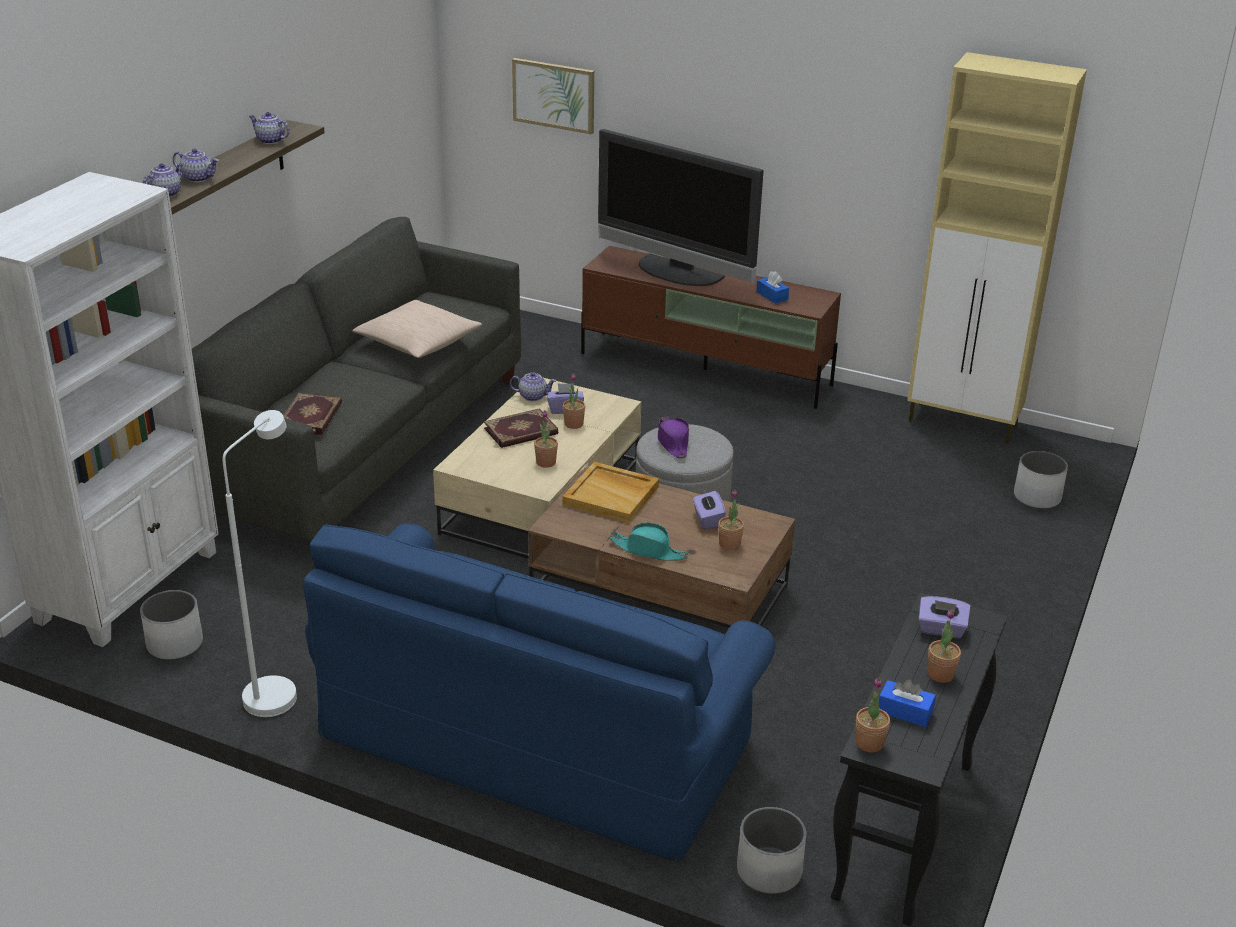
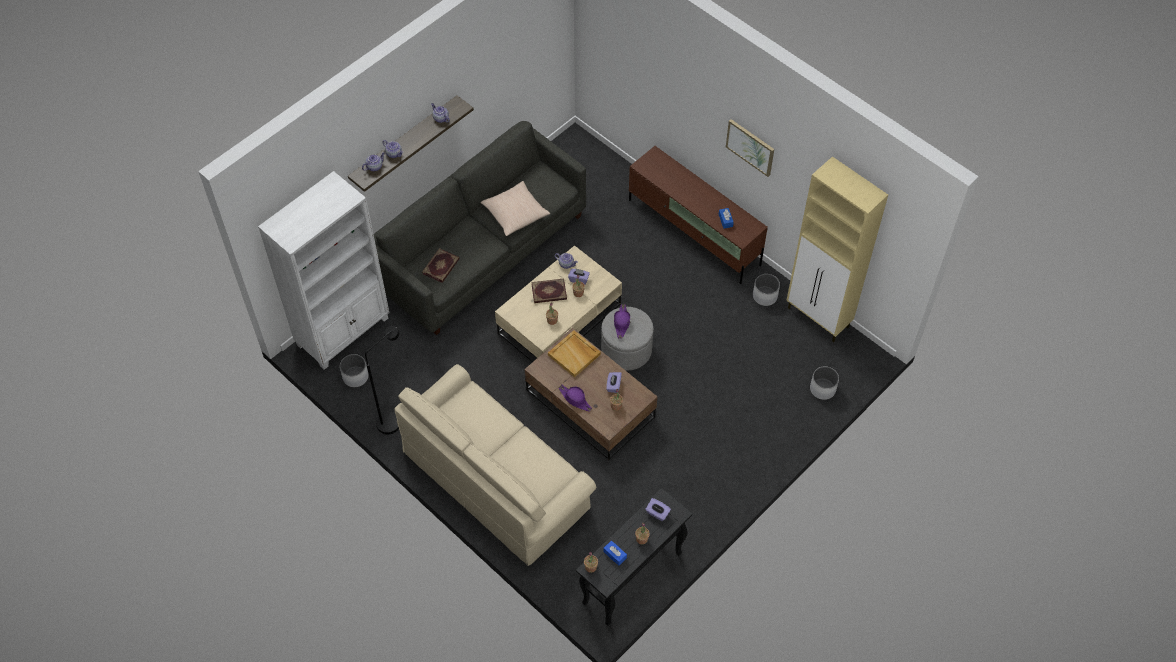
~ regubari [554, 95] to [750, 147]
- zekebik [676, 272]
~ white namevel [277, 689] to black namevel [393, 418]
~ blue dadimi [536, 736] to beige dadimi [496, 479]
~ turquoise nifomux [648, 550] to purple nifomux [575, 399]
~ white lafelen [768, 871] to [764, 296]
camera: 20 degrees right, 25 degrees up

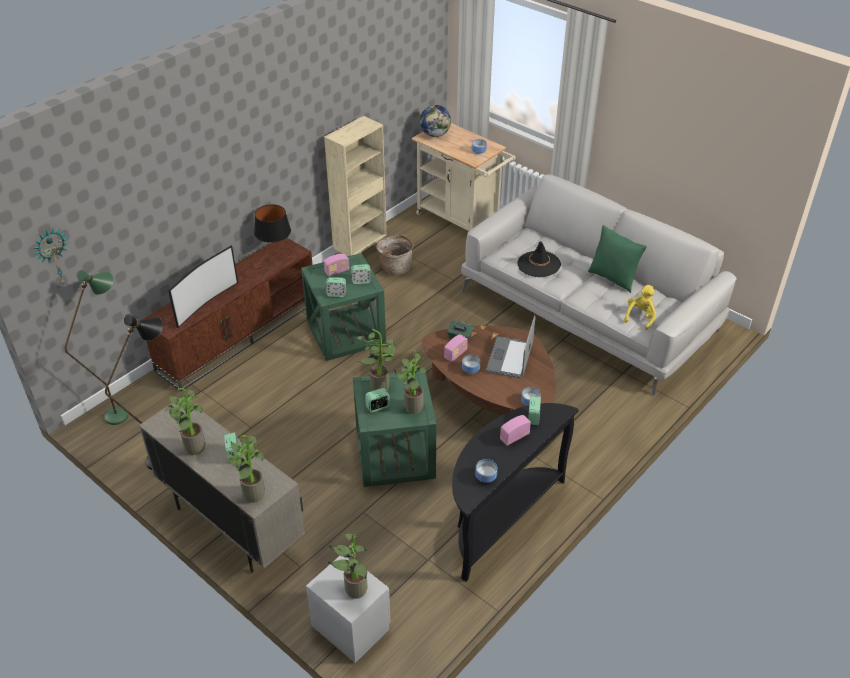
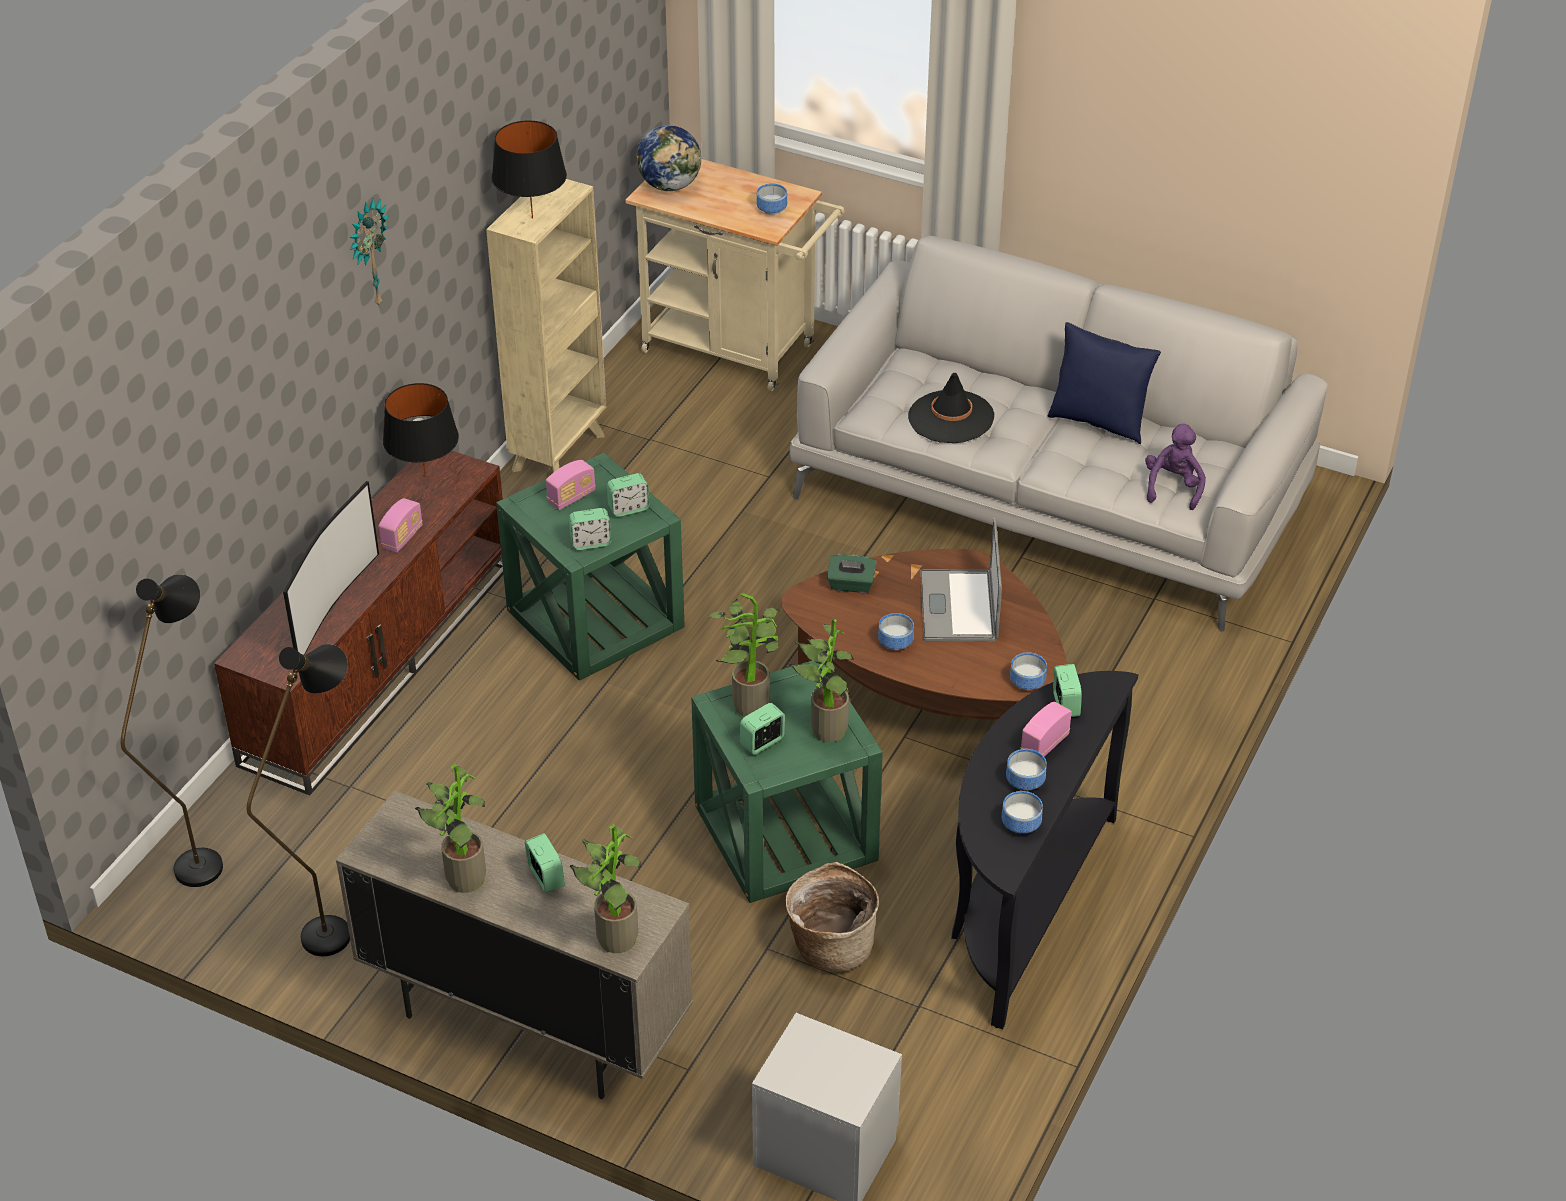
~ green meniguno [613, 278] to blue meniguno [1098, 421]
~ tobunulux [53, 257] to [367, 254]
~ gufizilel [395, 267] to [831, 945]
~ green namevel [123, 411] to black namevel [208, 856]
~ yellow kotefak [640, 317] to purple kotefak [1173, 487]
~ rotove [455, 354] to [402, 538]
- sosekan [352, 590]
+ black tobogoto [532, 218]
+ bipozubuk [1023, 782]
camera: 15 degrees left, 0 degrees up

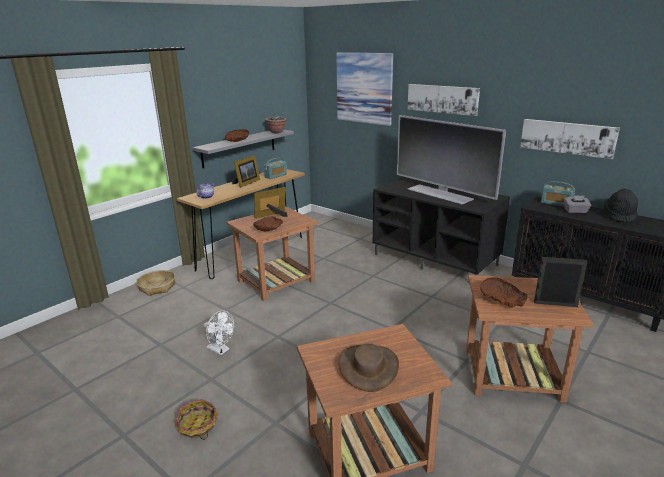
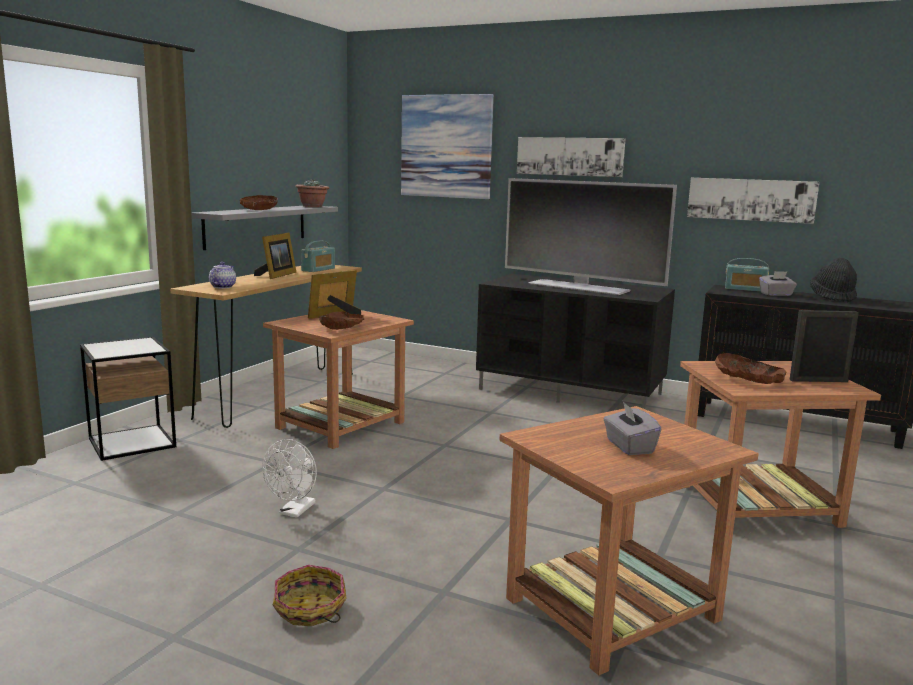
~ gufizilel [157, 287] to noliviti [132, 442]
~ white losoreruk [220, 350] = [294, 512] 90 degrees clockwise
~ brown nifomux [368, 367] to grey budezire [629, 447]
camera: 15 degrees left, 10 degrees down

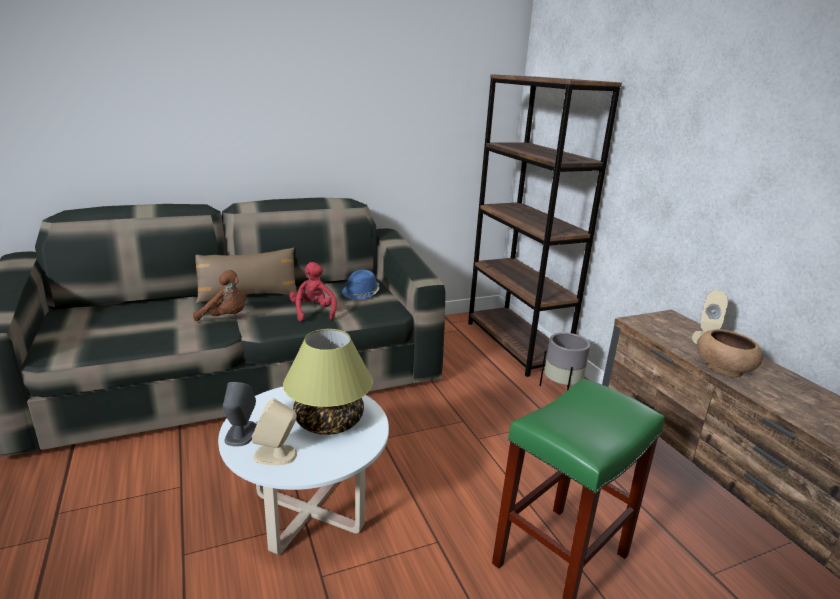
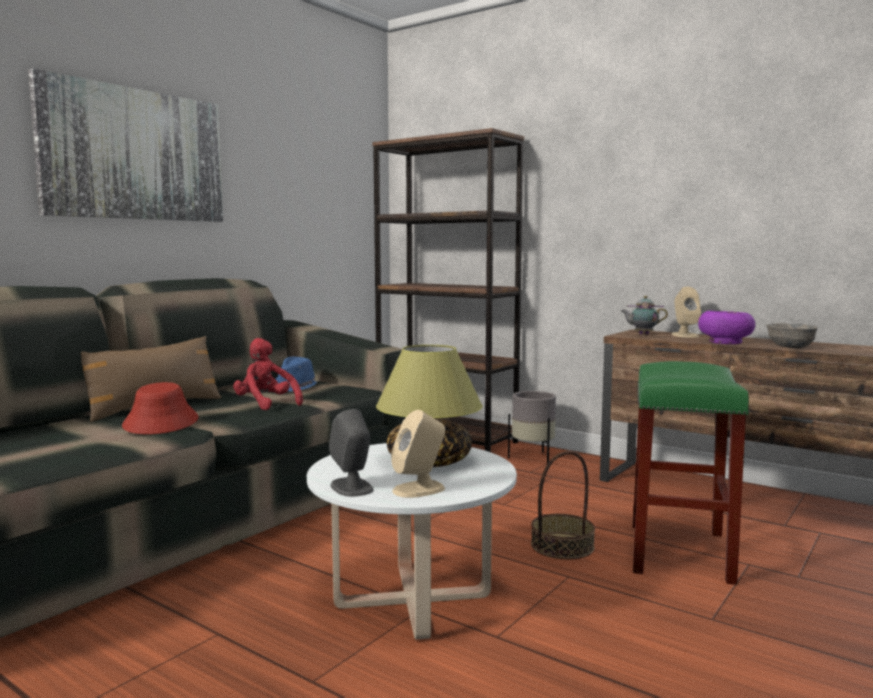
~ brown kotefak [226, 317] to red nifomux [161, 423]
~ brown bipozubuk [723, 369] to purple bipozubuk [725, 342]
+ regubari [135, 155]
+ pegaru [642, 334]
+ grey bipozubuk [790, 347]
+ gufizilel [562, 546]
camera: 30 degrees left, 15 degrees down

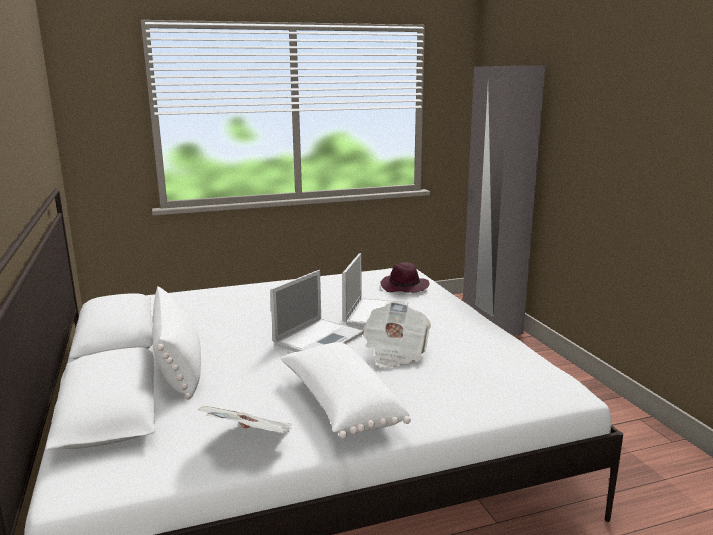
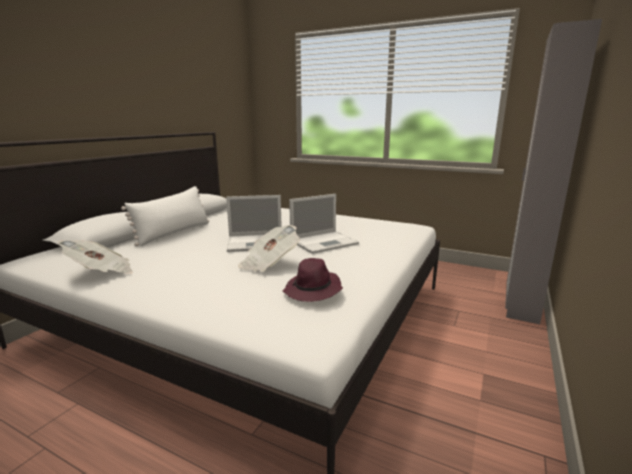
~ purple nifomux [405, 287] to [313, 290]
- white meniguno [339, 405]
camera: 45 degrees right, 0 degrees up

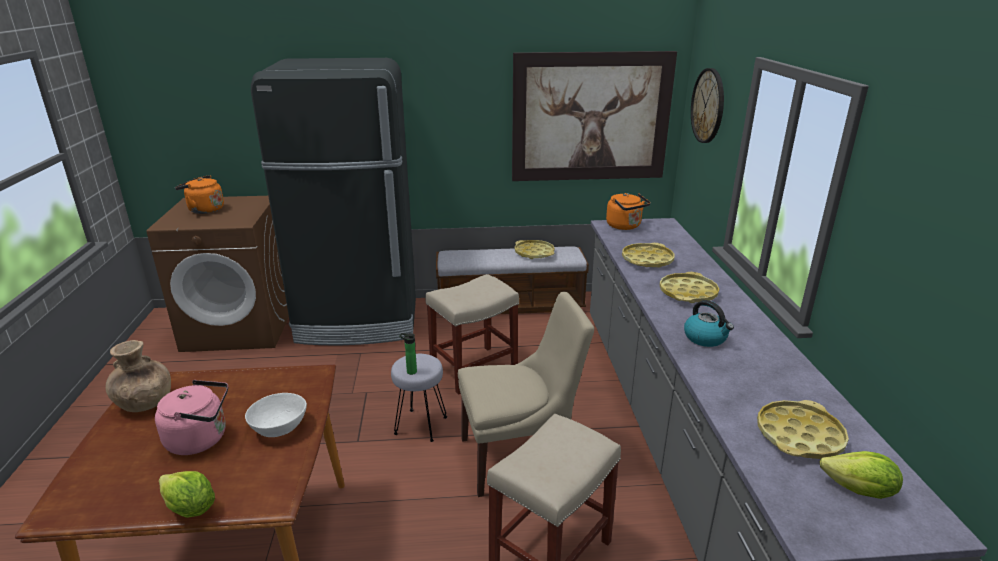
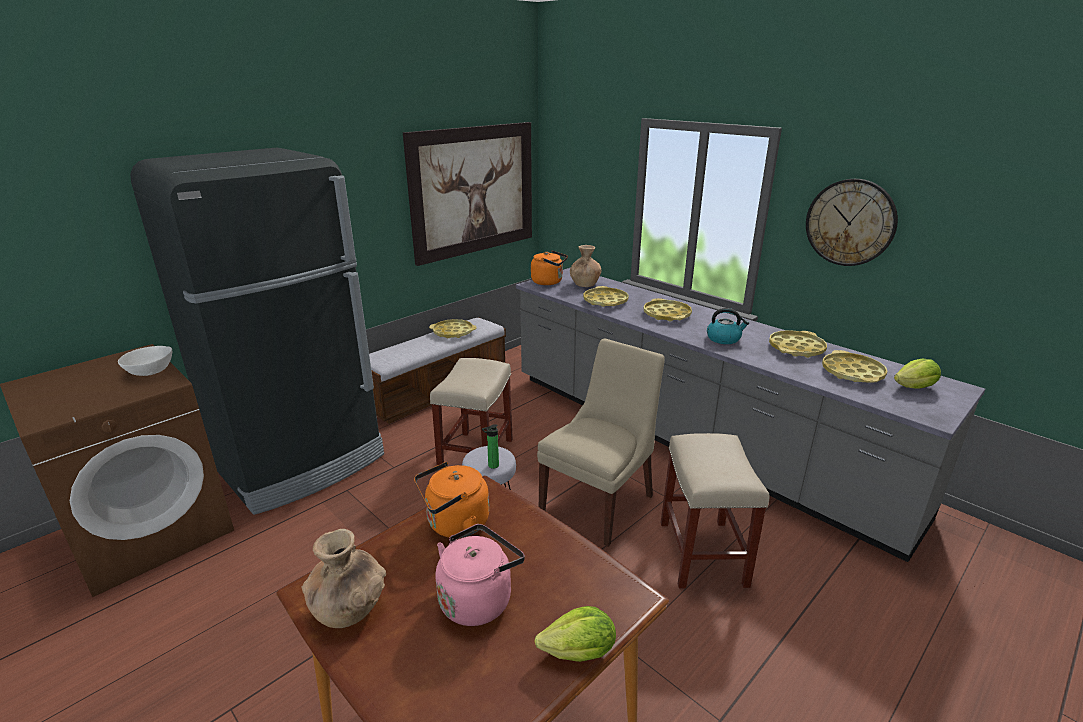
~ tobunulux [708, 106] to [850, 222]
~ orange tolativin [204, 210] to [454, 524]
~ white bipozubuk [279, 427] to [150, 371]
+ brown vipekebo [585, 284]
+ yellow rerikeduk [796, 348]
camera: 40 degrees left, 0 degrees up

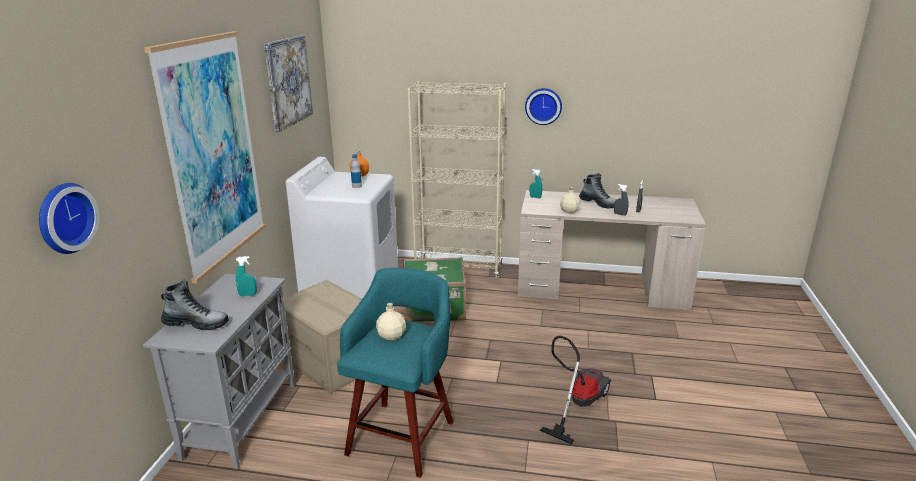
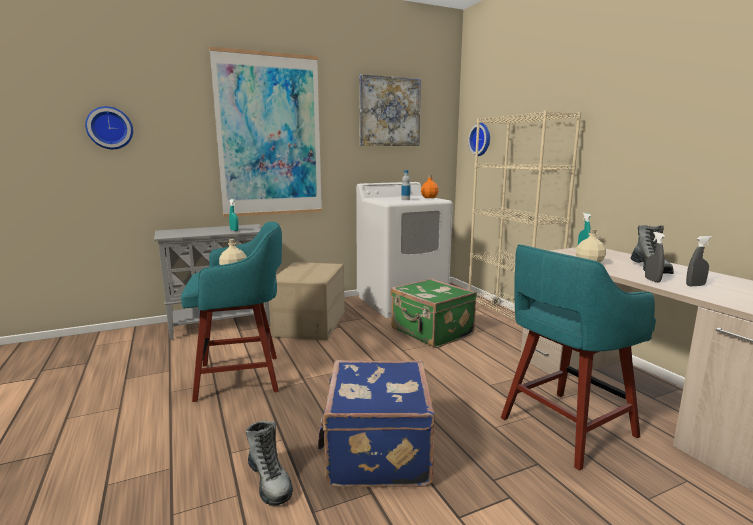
~ tobunulux [543, 106] to [481, 139]
~ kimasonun [196, 324] to [269, 481]
~ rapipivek [577, 403] to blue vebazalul [376, 452]
+ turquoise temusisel [564, 428]
camera: 55 degrees right, 10 degrees down

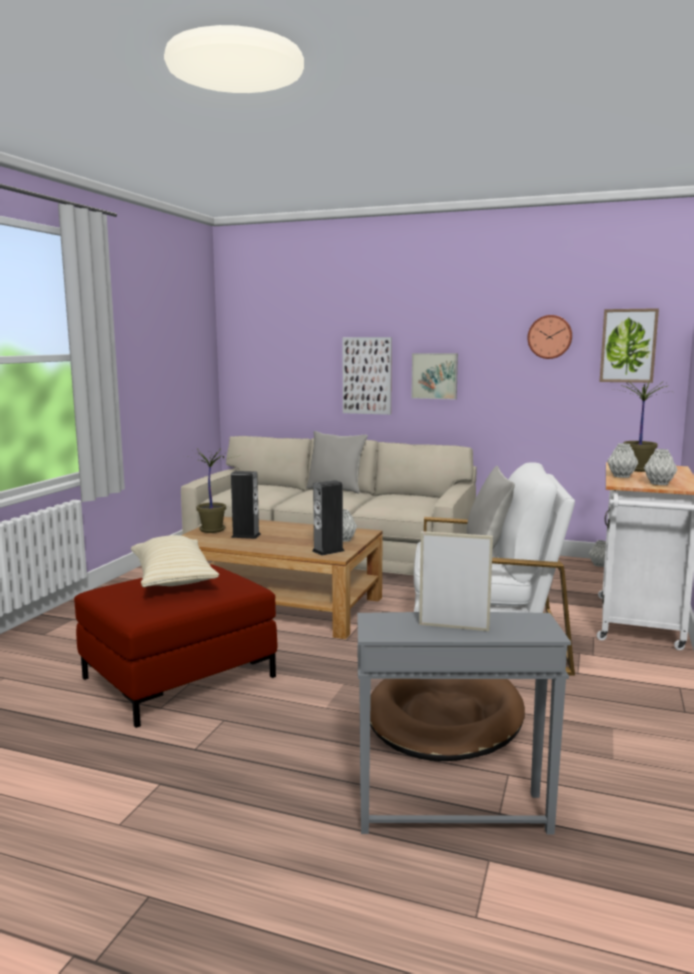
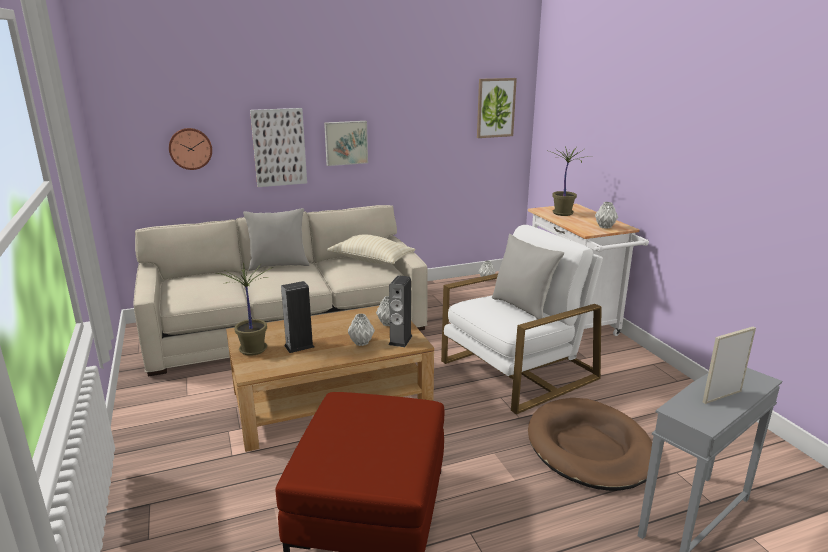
~ tobunulux [549, 337] to [190, 148]
~ grey vipekebo [621, 476] to [361, 342]
~ beige meniguno [173, 579] to [371, 260]
camera: 40 degrees left, 10 degrees up

